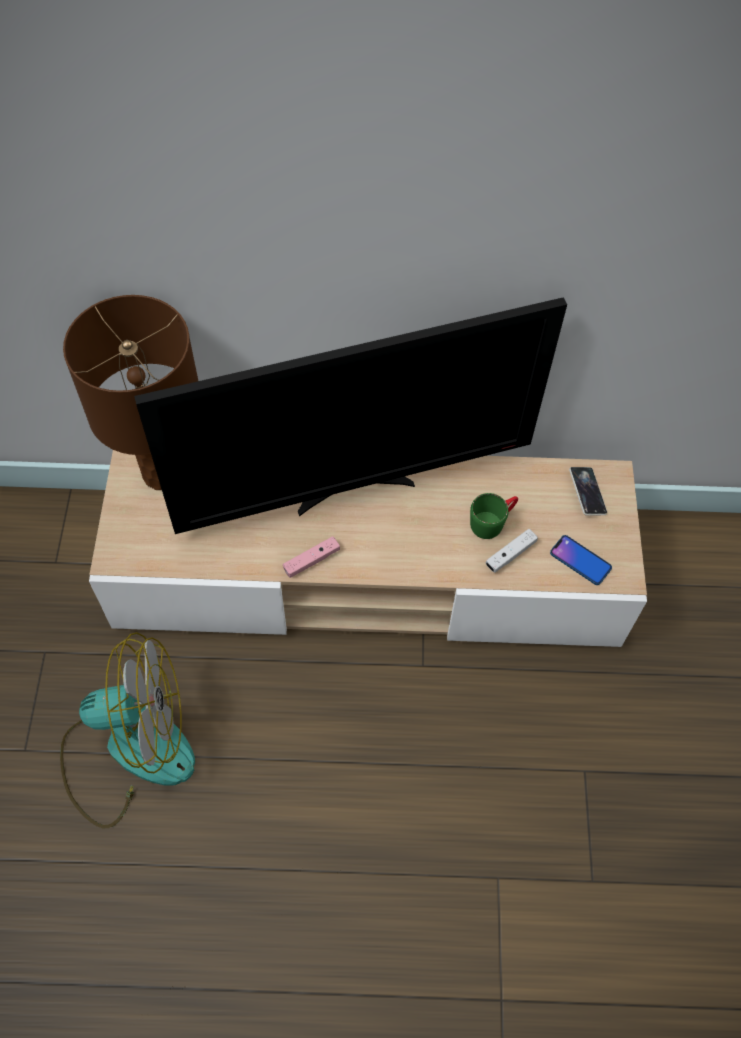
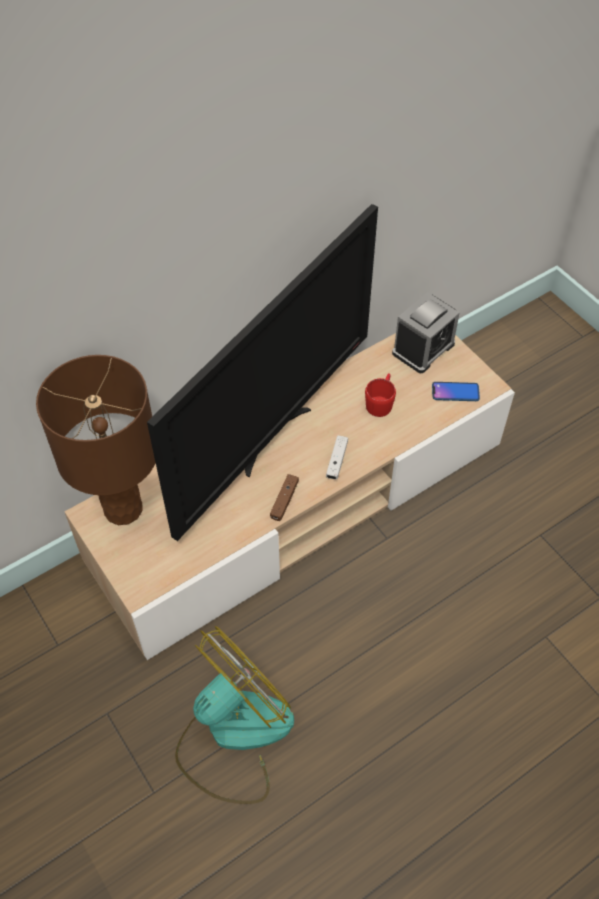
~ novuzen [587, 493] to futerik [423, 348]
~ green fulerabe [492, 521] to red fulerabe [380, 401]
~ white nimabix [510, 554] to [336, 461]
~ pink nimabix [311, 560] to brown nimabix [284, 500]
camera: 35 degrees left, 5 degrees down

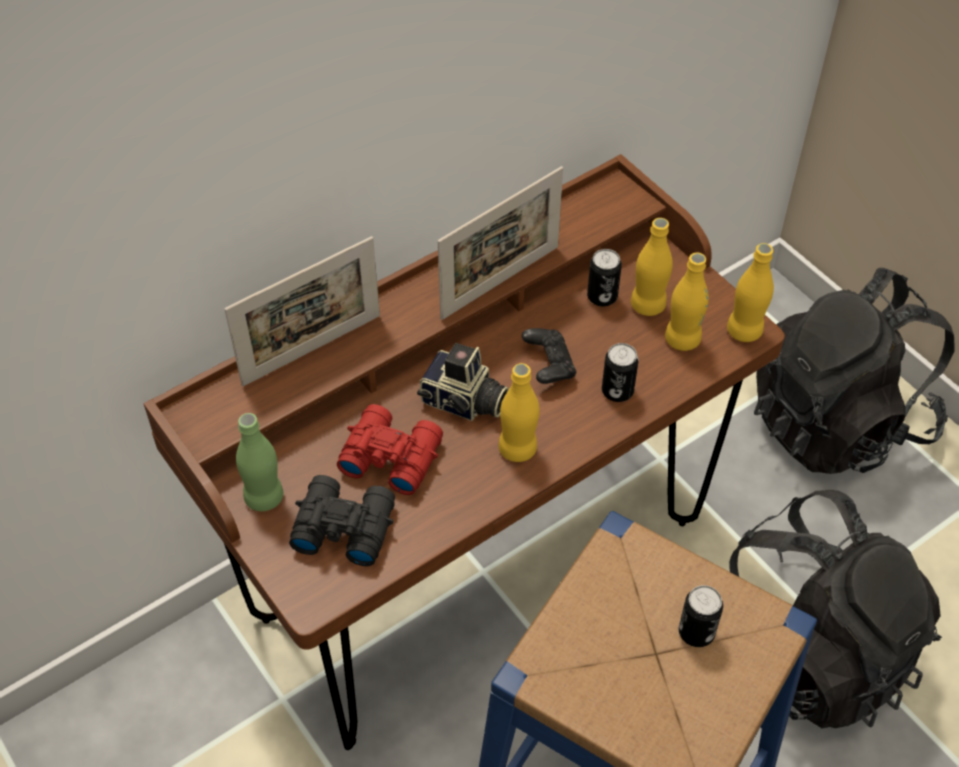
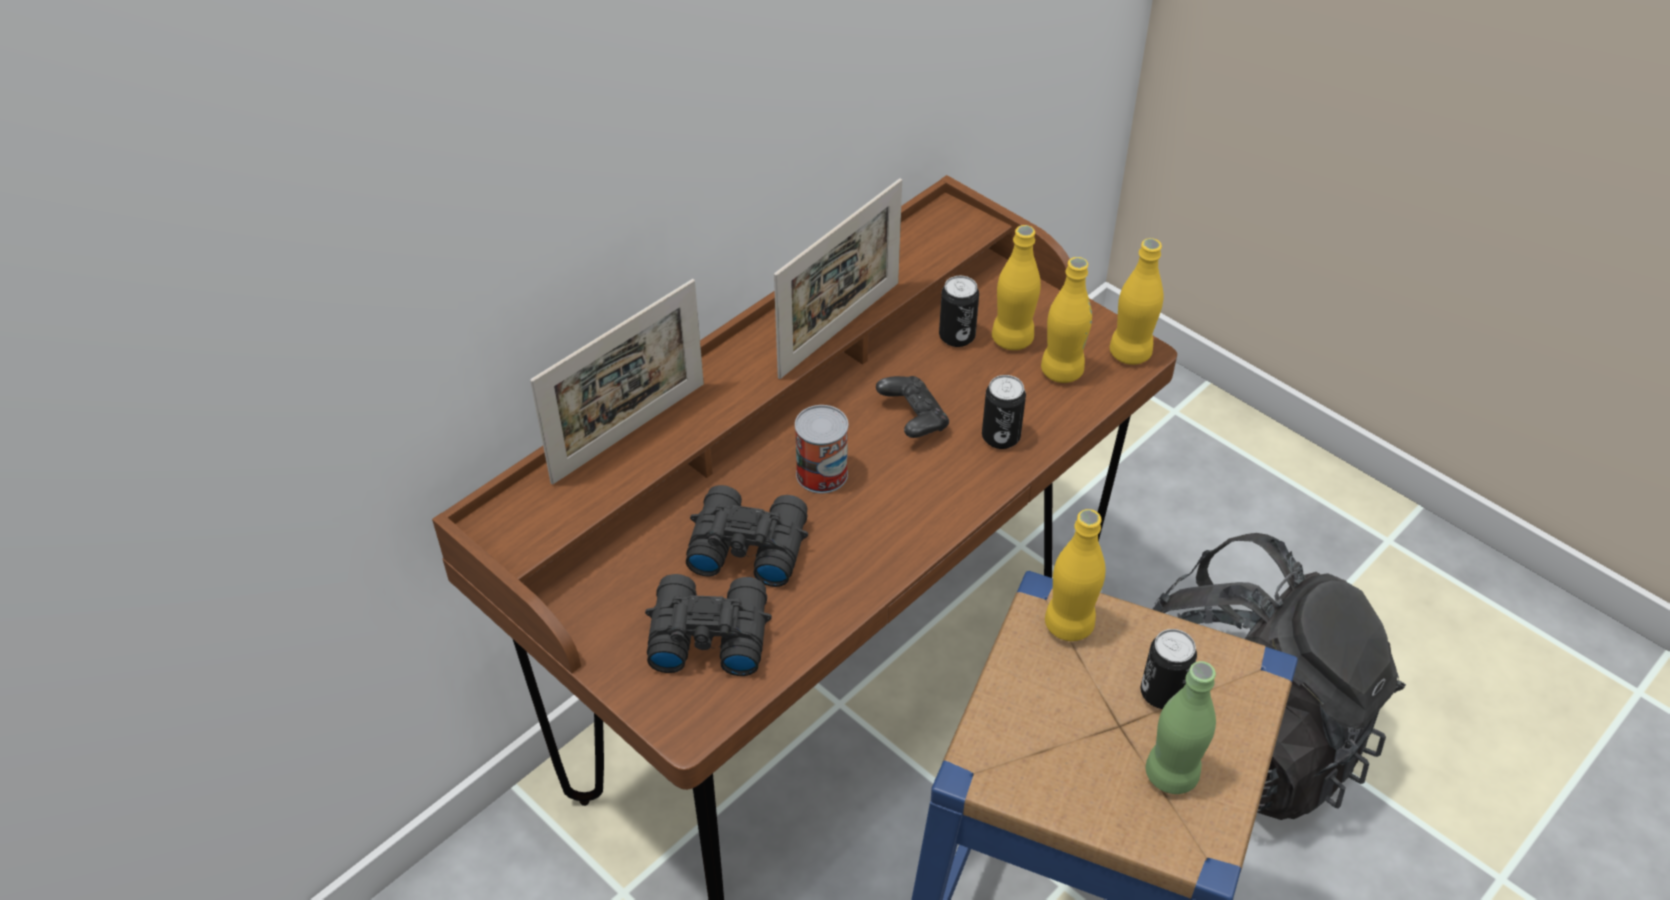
- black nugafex [838, 421]
~ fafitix [464, 403] to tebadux [822, 474]
~ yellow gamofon [517, 449] to [1069, 625]
~ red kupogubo [390, 455] to black kupogubo [746, 545]
~ green gamofon [264, 497] to [1171, 774]
camera: 10 degrees left, 5 degrees down

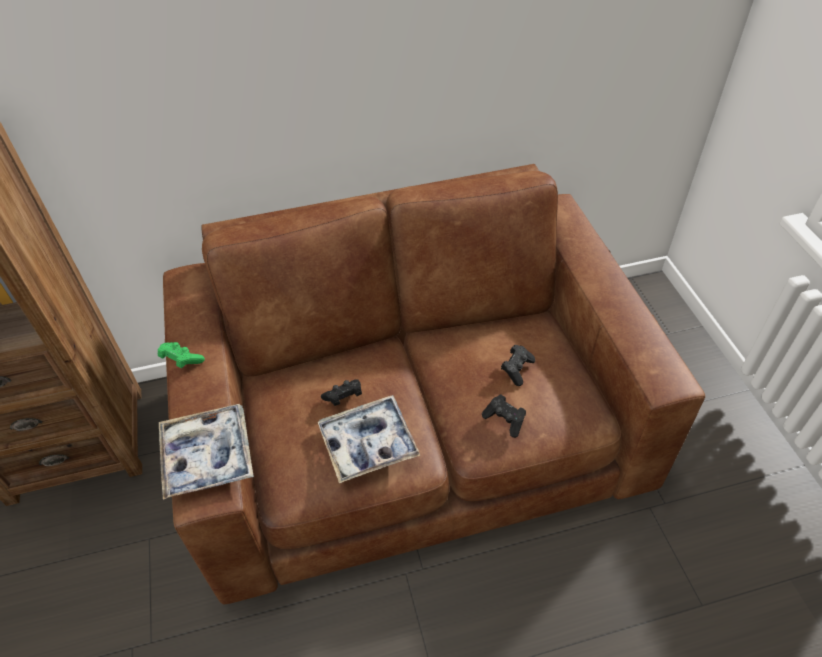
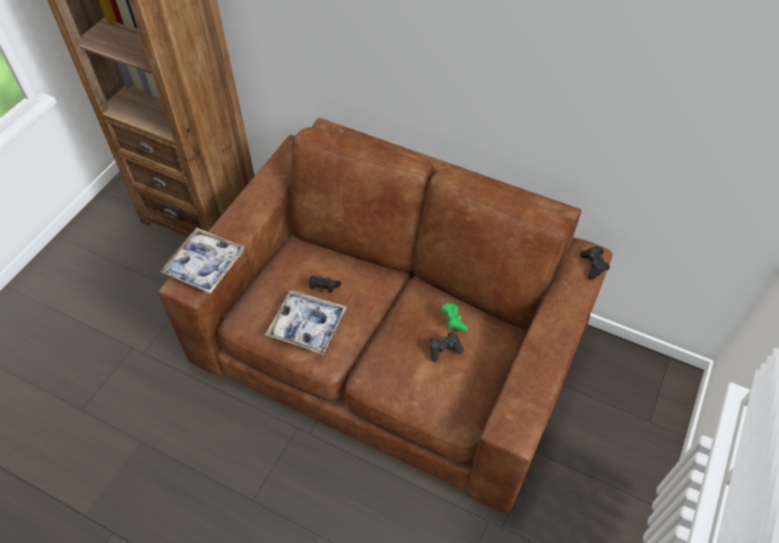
~ green nimabix [181, 360] to [453, 321]
~ black nimabix [505, 420] to [593, 266]
camera: 40 degrees right, 5 degrees up

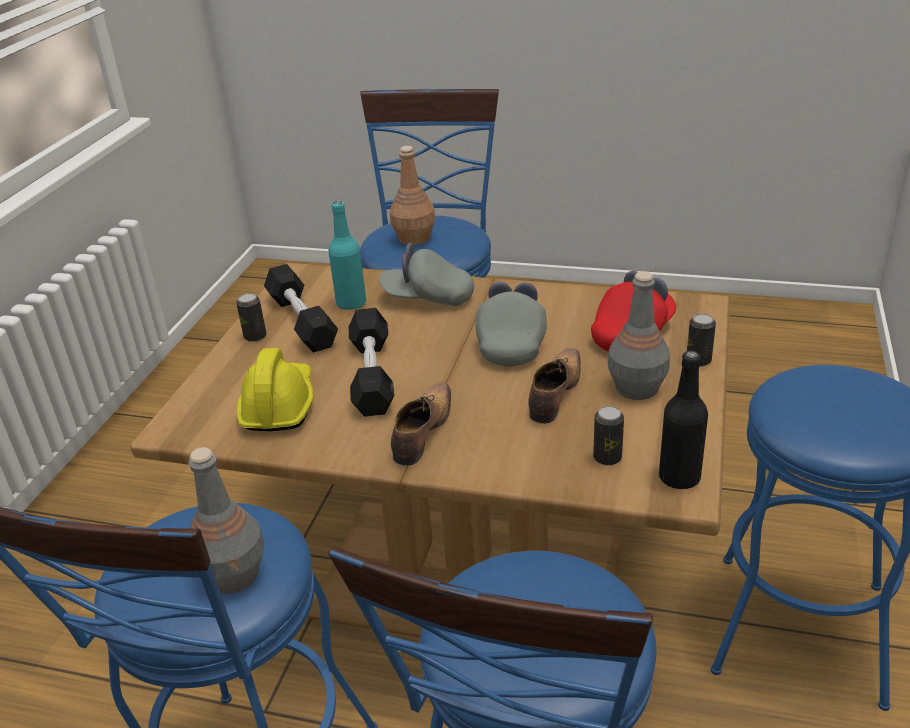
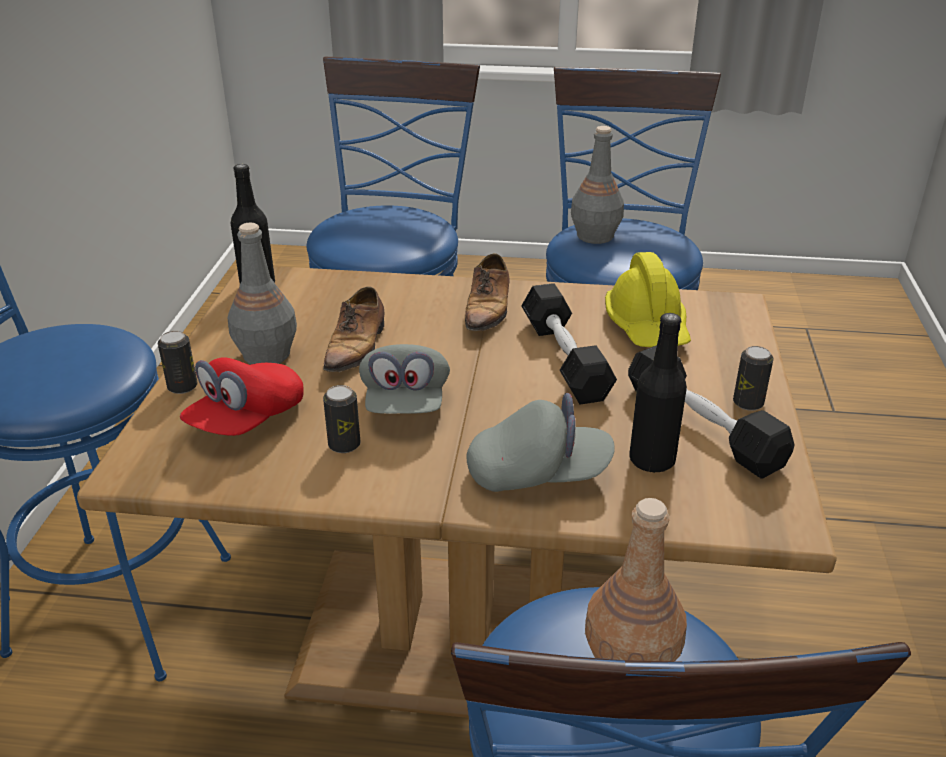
~ turquoise gamofon [351, 303] to black gamofon [652, 460]
~ tebadux [607, 457] to [344, 445]
camera: 170 degrees right, 0 degrees up

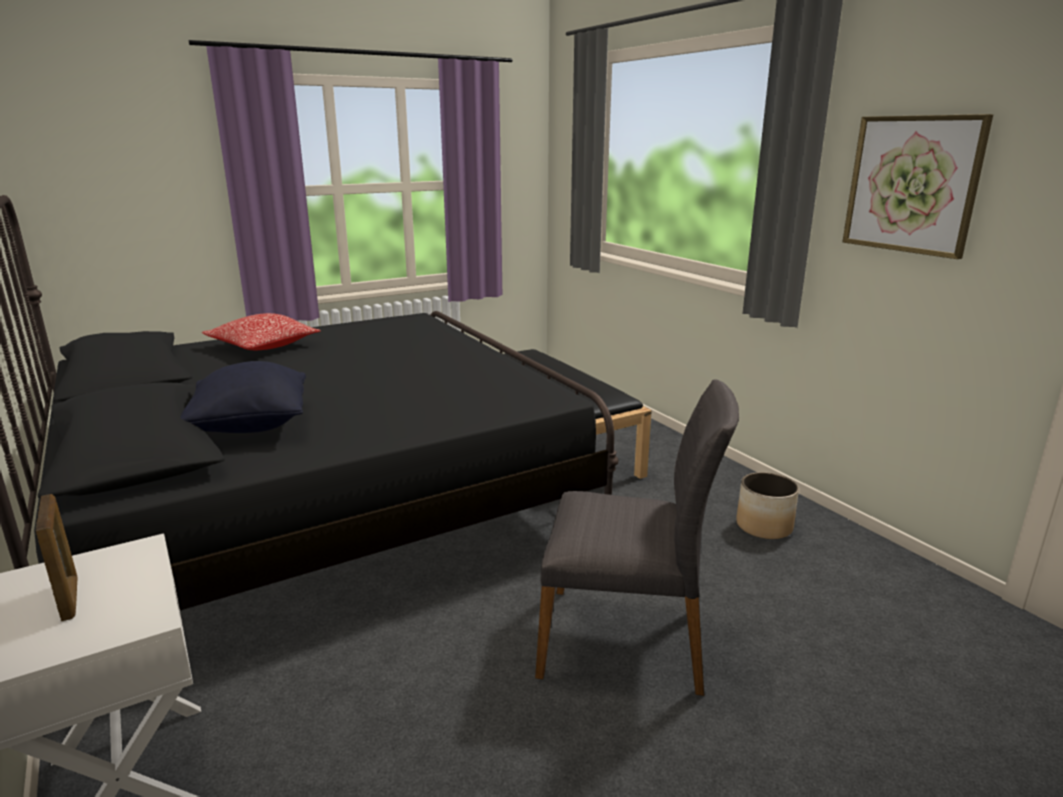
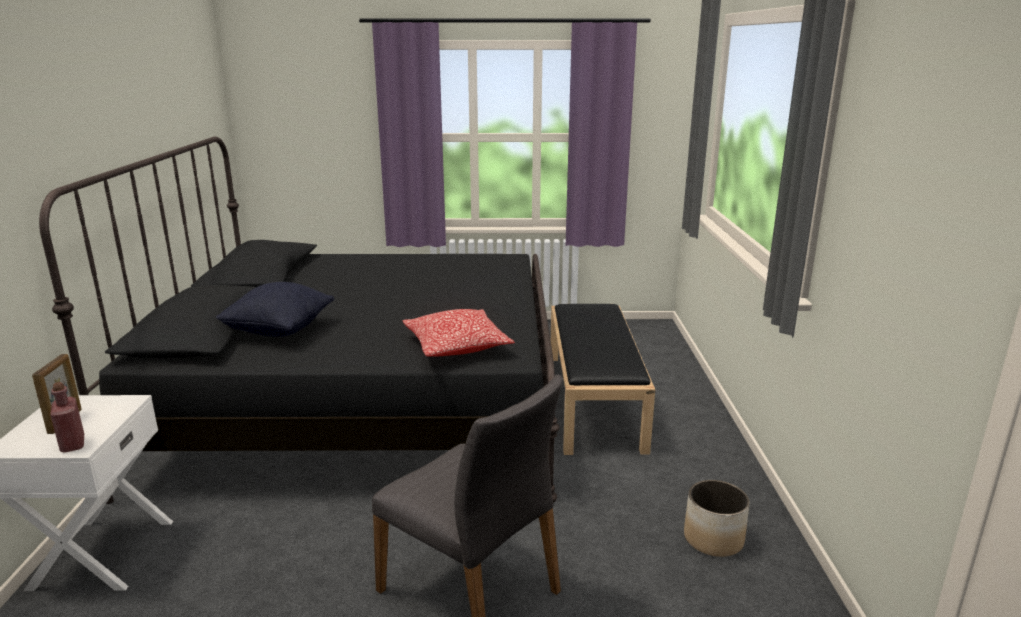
- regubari [912, 184]
~ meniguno [263, 346] to [457, 346]
+ red gamofon [72, 444]
camera: 30 degrees right, 0 degrees up

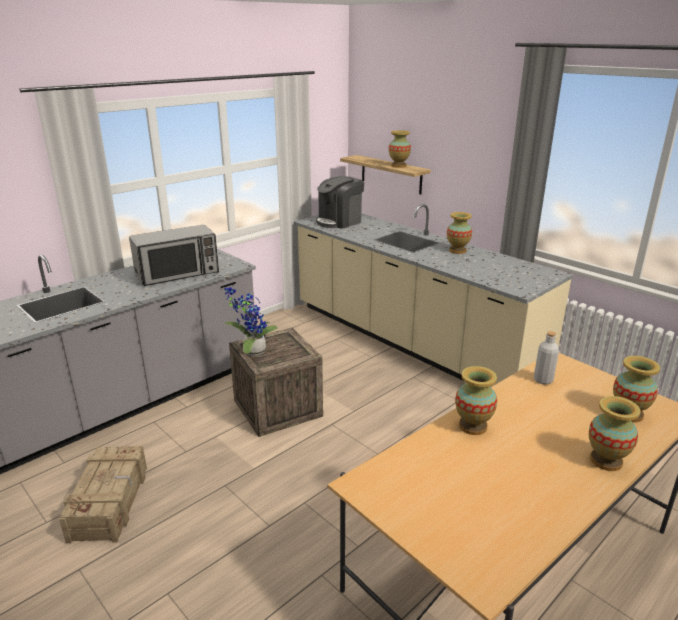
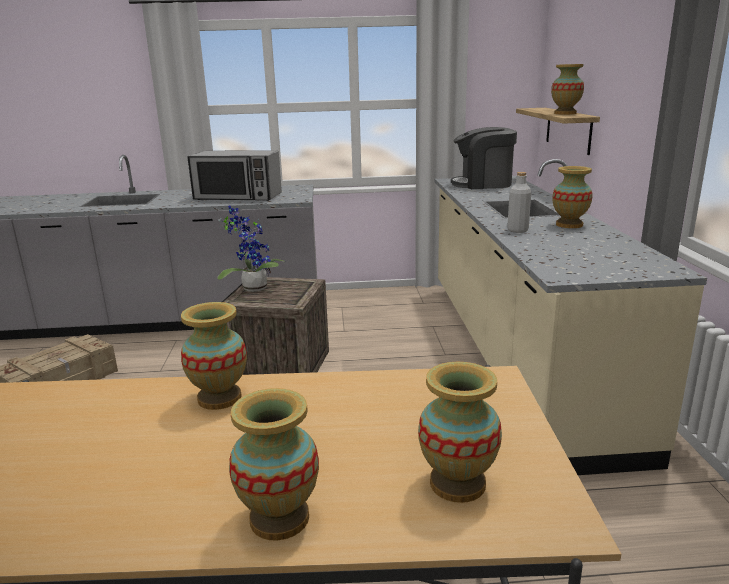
~ grey gamofon [543, 380] to [517, 230]
camera: 40 degrees right, 5 degrees down

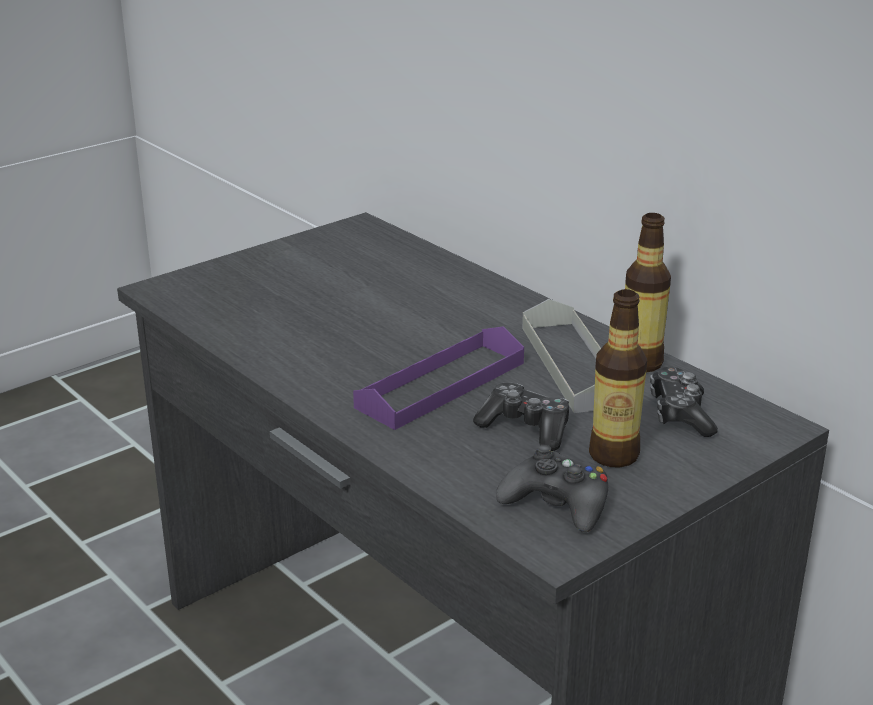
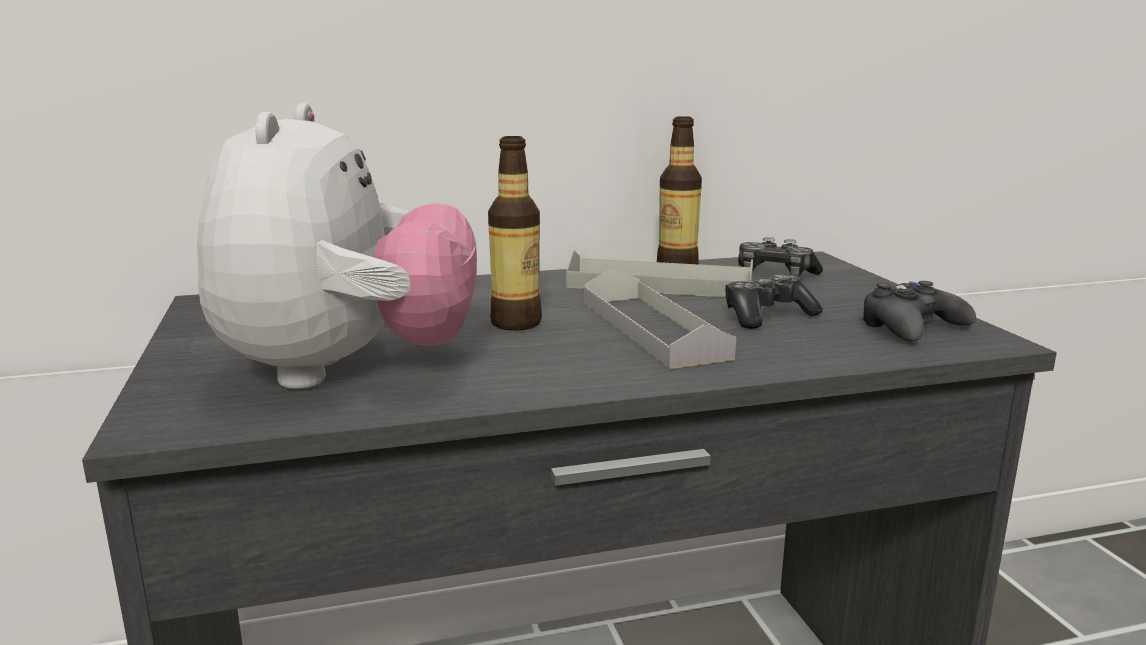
~ gamofon [614, 455] to [516, 323]
~ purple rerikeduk [441, 385] to grey rerikeduk [652, 329]
+ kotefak [347, 371]
camera: 65 degrees left, 10 degrees down

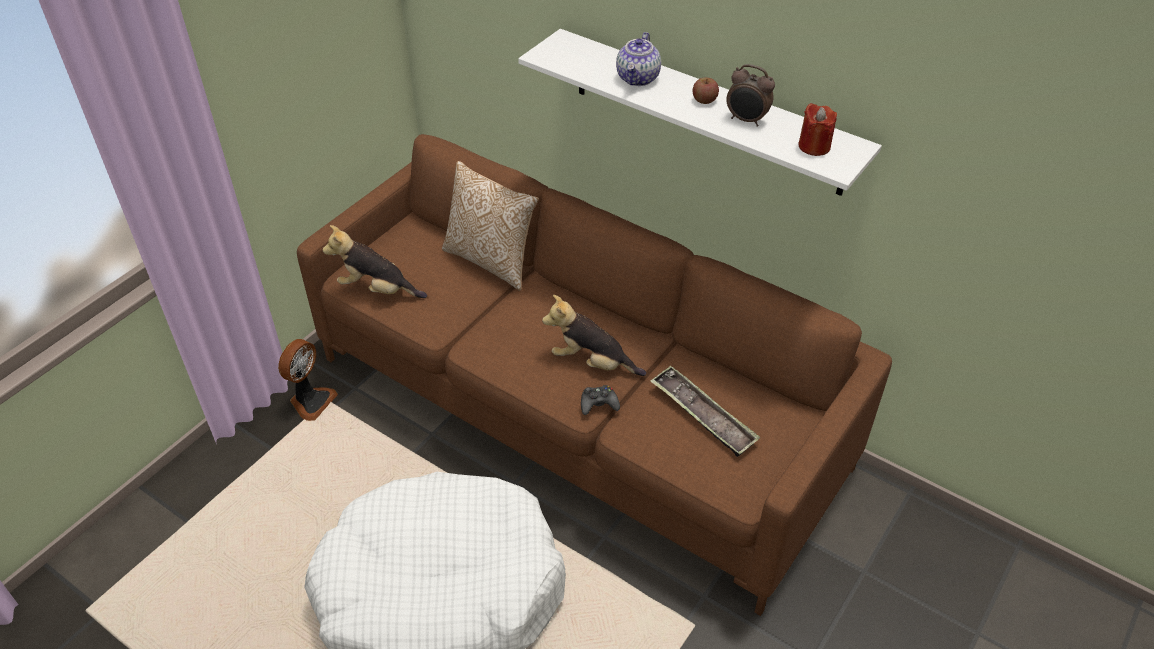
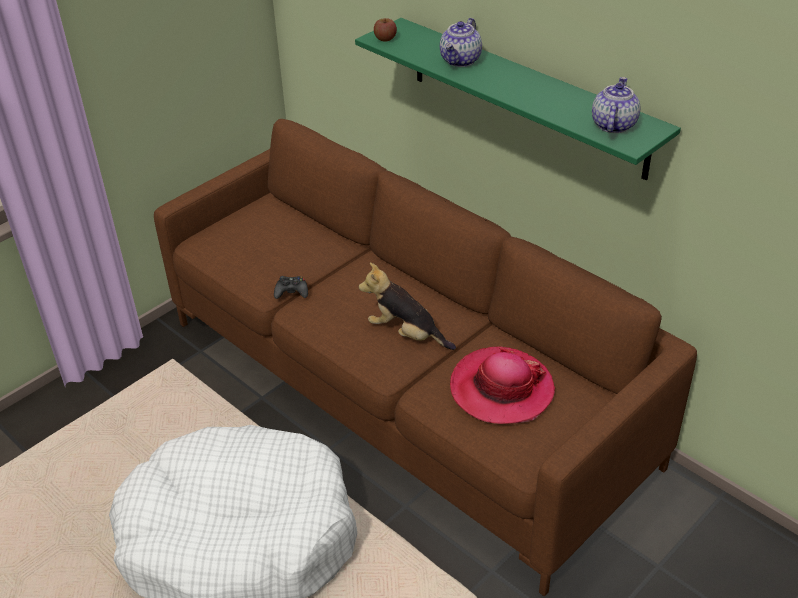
~ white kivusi [706, 112] to green kivusi [525, 97]
- futerik [746, 120]
~ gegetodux [704, 100] to [385, 39]
~ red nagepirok [814, 146] to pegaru [613, 125]
- meniguno [491, 260]
- kotefak [377, 289]
- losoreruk [311, 401]
~ rerikeduk [703, 415] to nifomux [501, 389]
~ black nimabix [598, 404] to [291, 292]
camera: 10 degrees right, 5 degrees down

